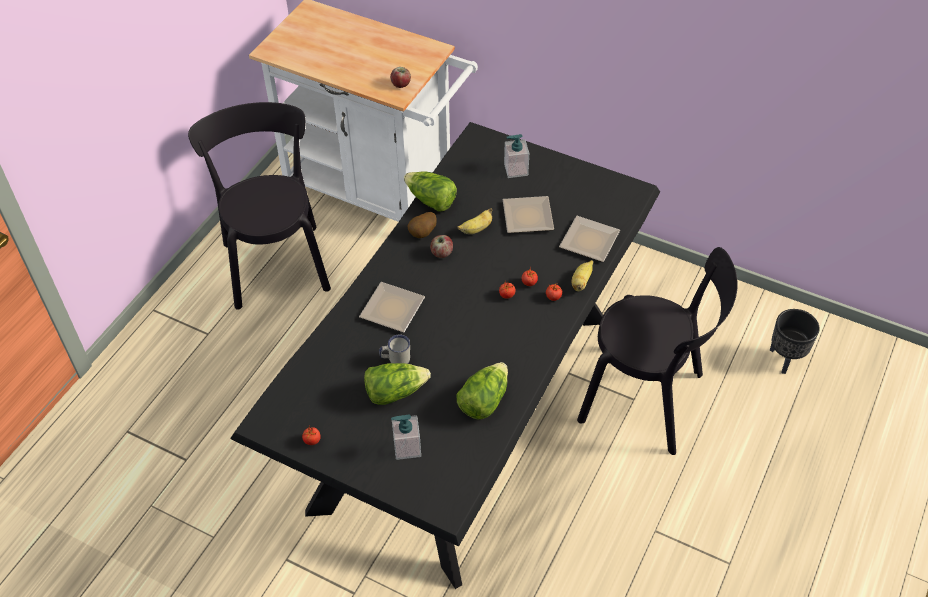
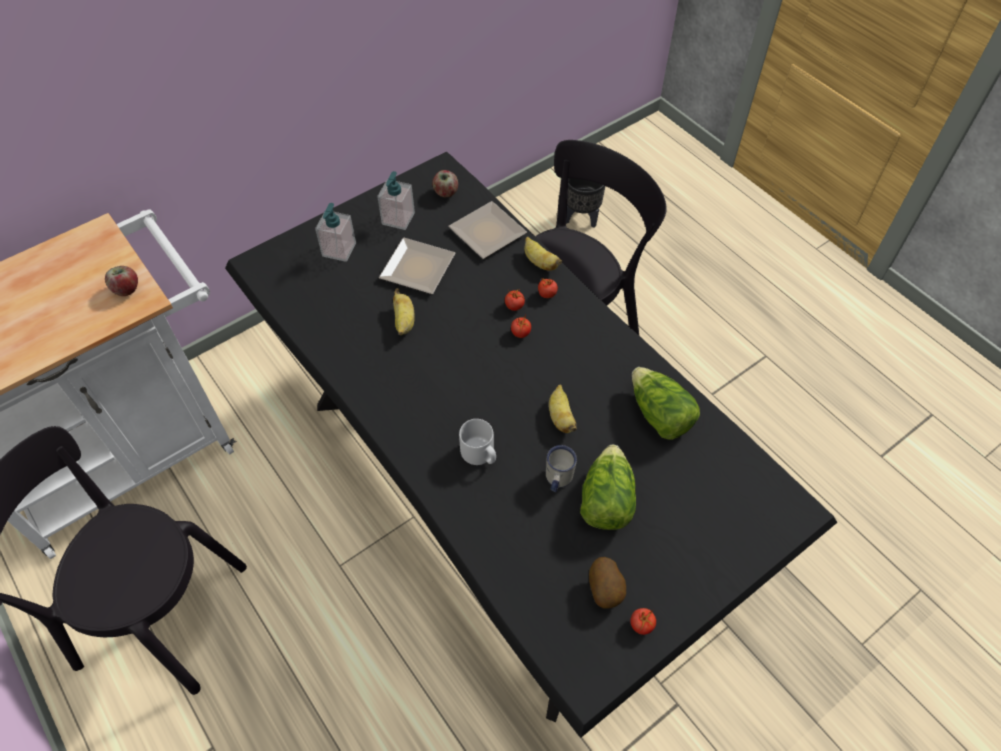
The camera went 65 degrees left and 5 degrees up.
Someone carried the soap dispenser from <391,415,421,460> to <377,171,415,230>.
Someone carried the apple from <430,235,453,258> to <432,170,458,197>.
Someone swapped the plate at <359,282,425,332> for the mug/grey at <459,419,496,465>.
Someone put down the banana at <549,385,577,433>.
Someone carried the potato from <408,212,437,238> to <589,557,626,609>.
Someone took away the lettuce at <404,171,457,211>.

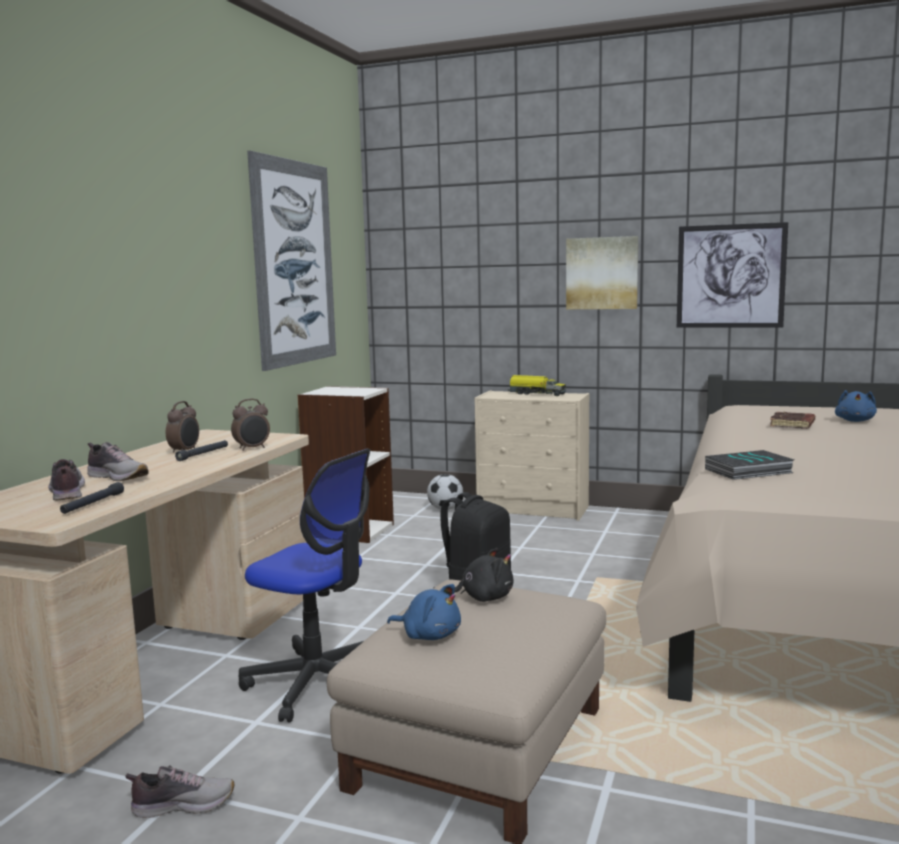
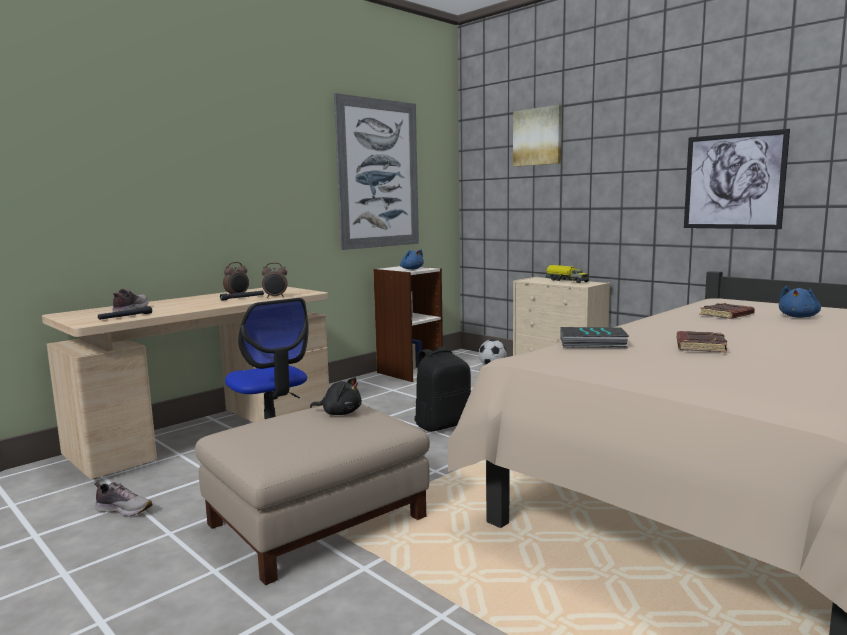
The camera went 25 degrees right and 0 degrees up.
Someone carried the plush toy/blue from <387,584,461,640> to <400,249,424,270>.
Someone carried the picture from <566,236,638,309> to <513,105,562,167>.
Someone put down the book/brown at <677,331,727,353>.
Someone took away the shoe at <87,442,149,481>.

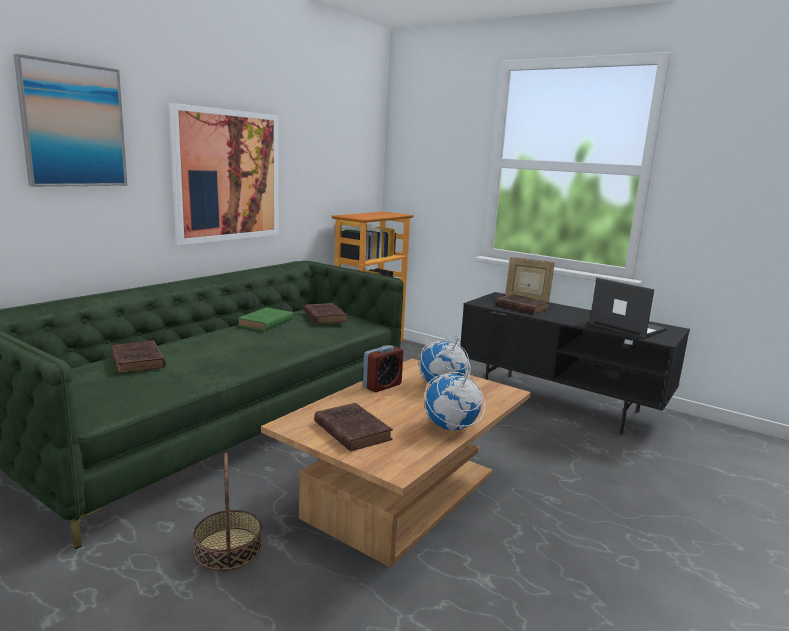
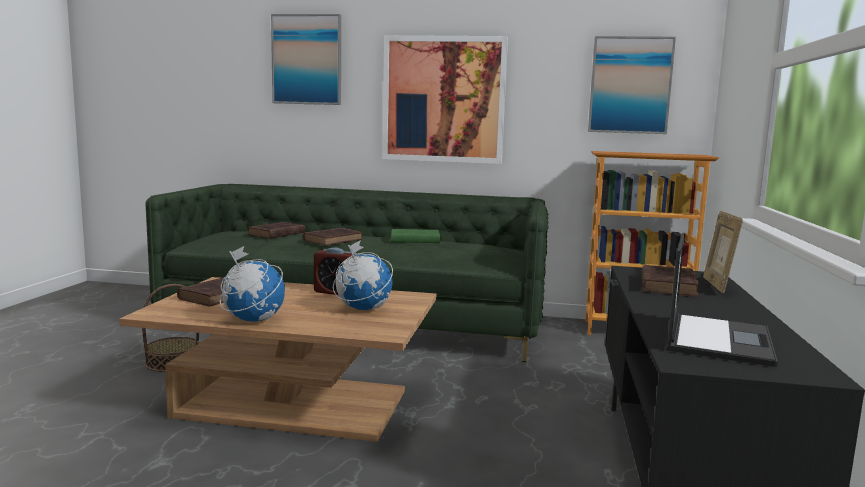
The camera went 65 degrees right and 5 degrees down.
Someone carried the book/brown from <304,303,348,324> to <303,228,363,246>.
Someone put up the picture at <588,36,676,134>.

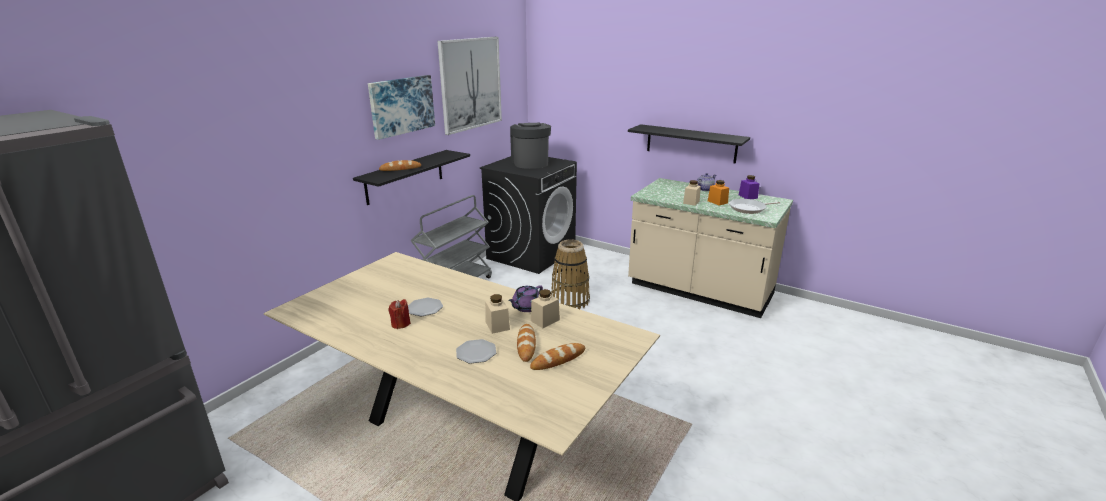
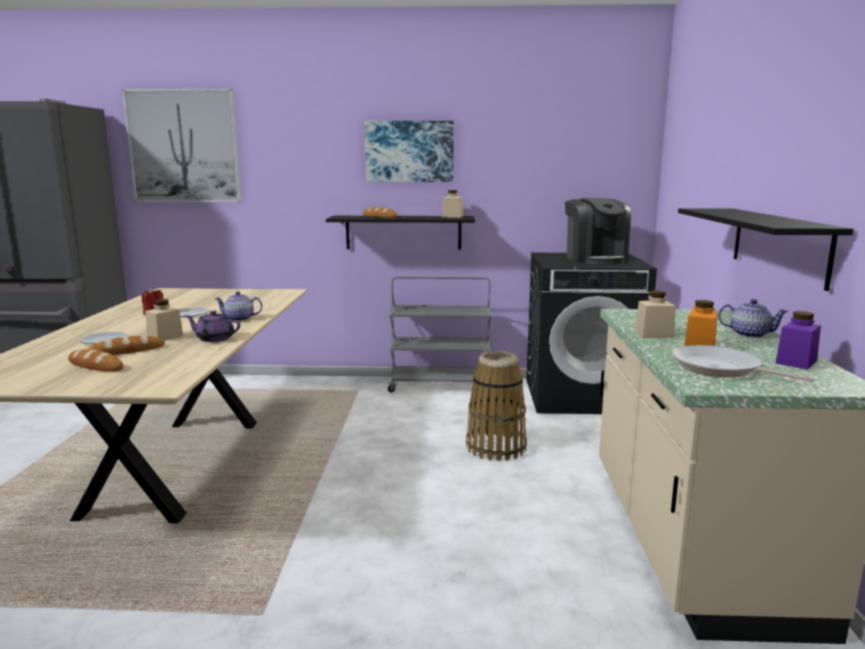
The camera went 60 degrees right and 10 degrees down.
Someone carried the picture from <437,37,502,135> to <122,89,241,202>.
Someone put down the teapot at <214,291,263,321>.
Someone carried the jar/beige from <531,289,560,328> to <442,190,463,218>.
Someone rotated the coffee machine at <510,123,551,169> by 120 degrees clockwise.

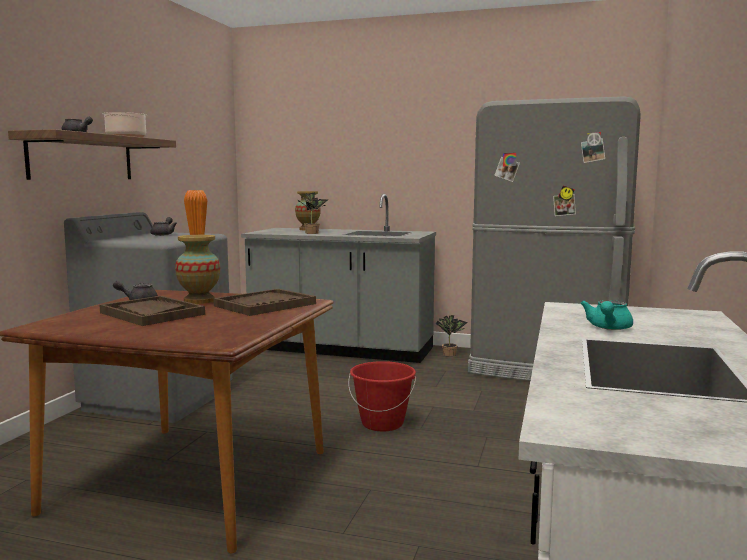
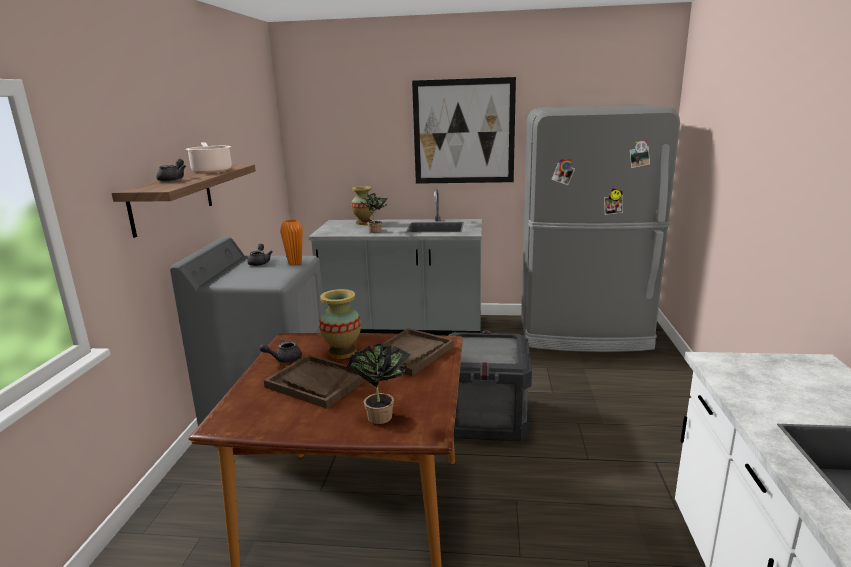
The camera went 10 degrees left and 10 degrees up.
Someone carried the potted plant from <436,315,468,357> to <346,343,411,424>.
Someone put up the picture at <412,77,516,184>.
Someone swapped the bucket/red at <348,361,416,431> for the crate at <448,330,532,442>.
Someone took away the teapot/turquoise at <581,300,633,330>.

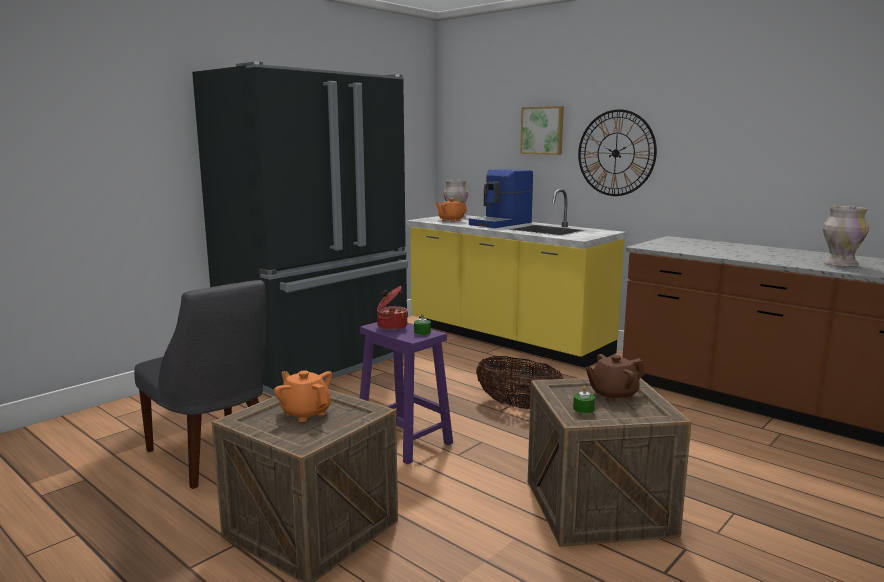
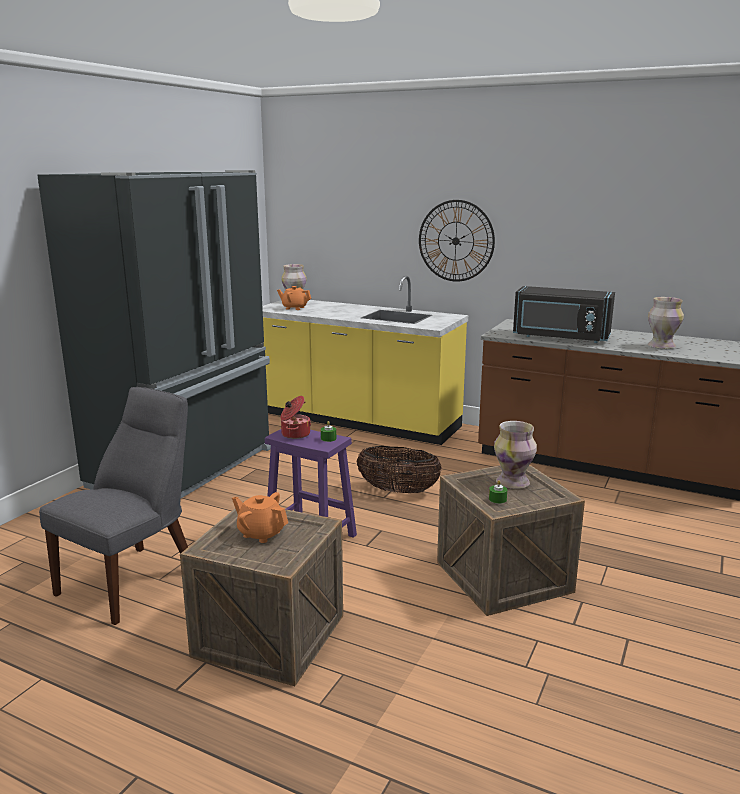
The camera went 15 degrees left and 5 degrees up.
Someone rotated the chair/grey at <134,280,266,489> by 90 degrees counterclockwise.
Someone swapped the teapot/brown at <585,354,645,402> for the vase at <494,421,537,489>.
Someone put down the microwave/black at <513,286,615,343>.
Someone took away the coffee machine at <469,169,533,228>.
Someone took away the picture at <520,106,564,155>.

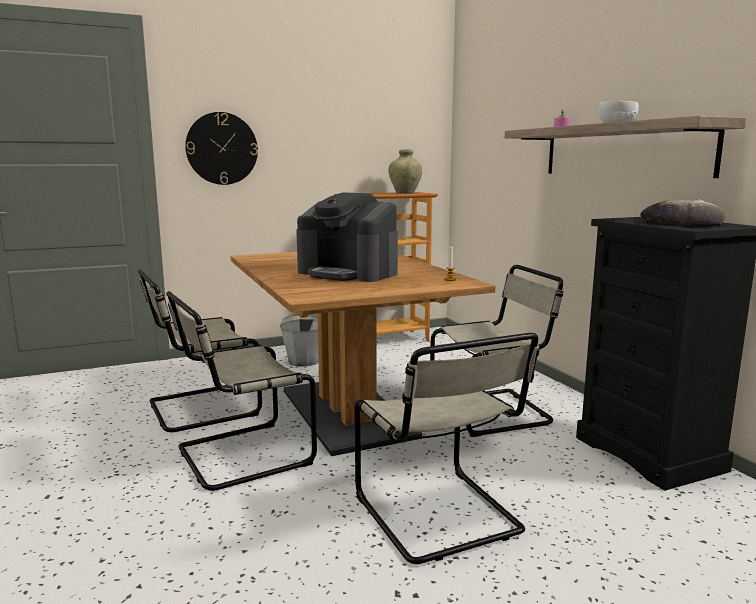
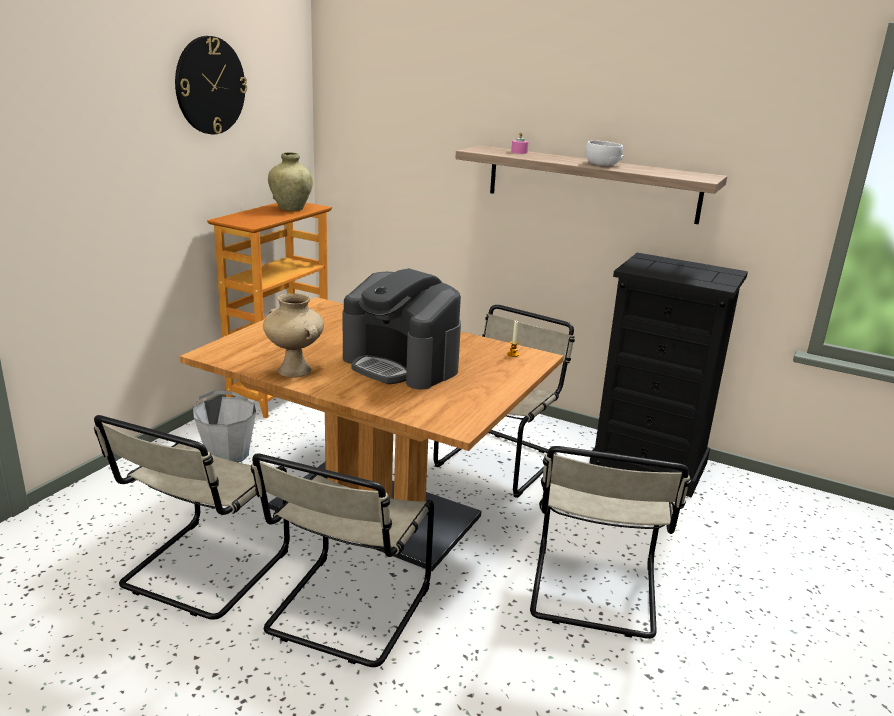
The camera went 40 degrees left and 10 degrees up.
Someone carried the wall clock from <185,112,258,185> to <175,36,247,134>.
Someone put down the vase/beige at <263,293,324,378>.
Someone rotated the coffee machine at <296,192,398,282> by 45 degrees clockwise.
Someone rotated the chair/beige at <355,333,540,564> by 75 degrees clockwise.
Someone took away the bread at <641,199,725,225>.

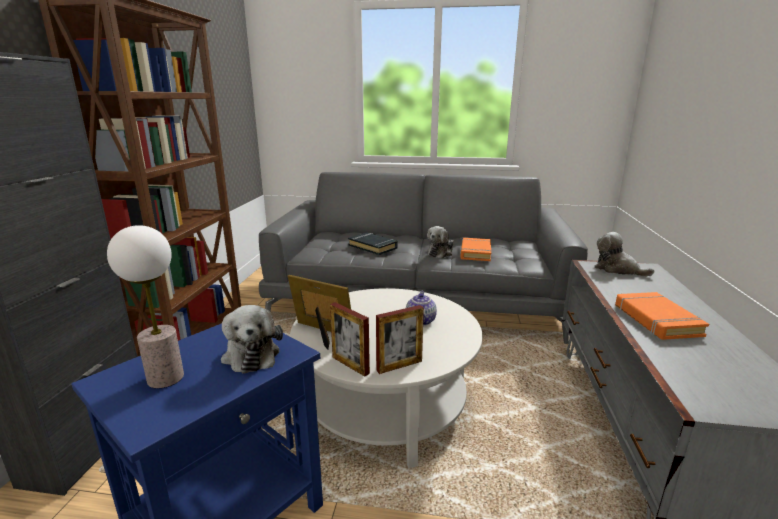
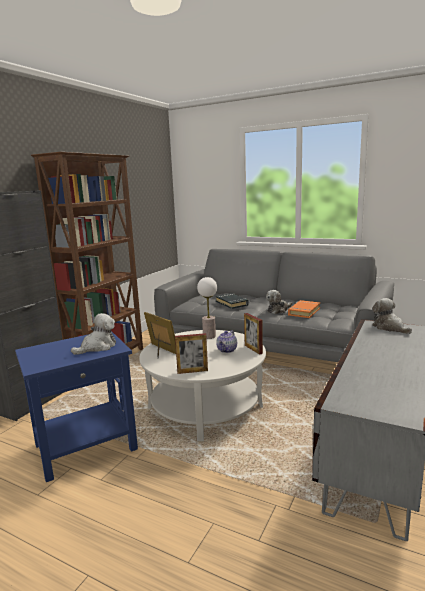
The camera went 20 degrees right and 5 degrees down.
Someone rotated the plush toy at <221,305,283,374> by 135 degrees counterclockwise.
Someone carried the table lamp from <107,225,184,388> to <197,277,217,339>.
Someone carried the picture frame from <330,302,370,377> to <244,313,263,355>.
Someone took away the book/orange at <615,292,709,340>.

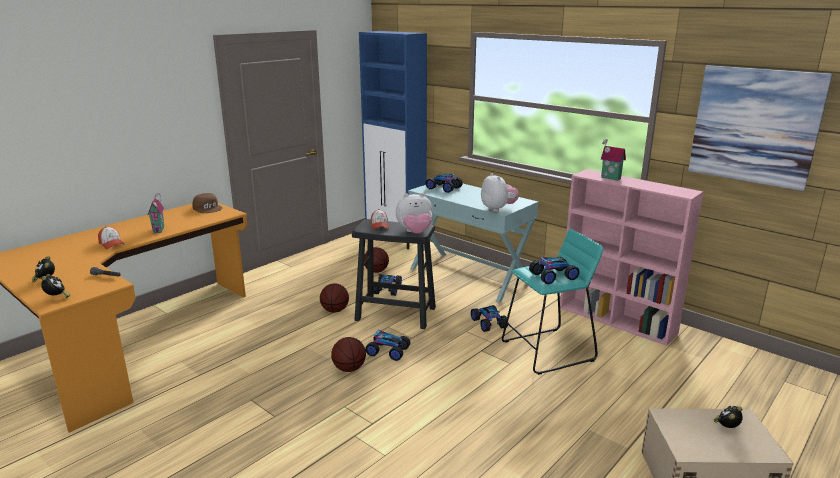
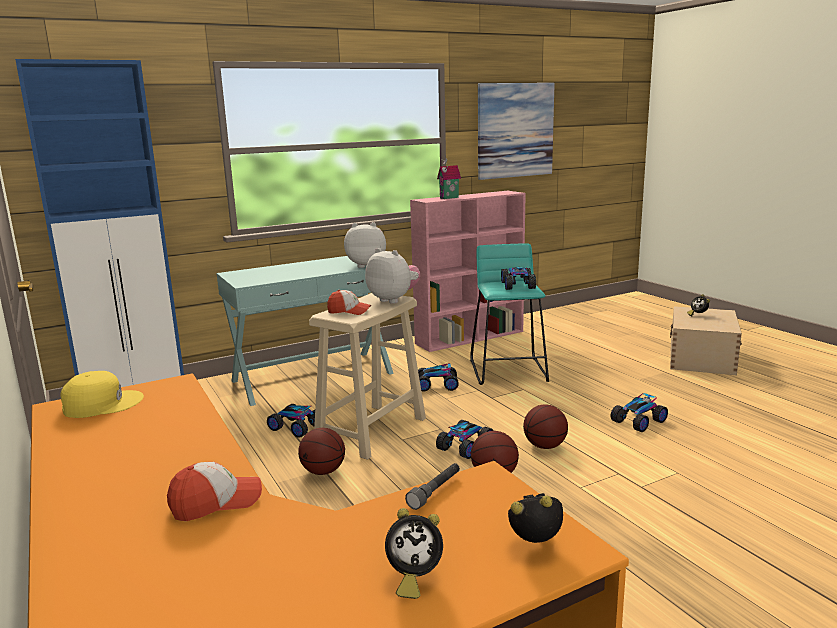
The camera went 70 degrees left and 5 degrees down.
Someone repainted the cap/brown at <193,193,222,213>, which became the cap/yellow at <60,371,144,418>.
Someone repainted the stool/black at <352,219,436,329>, which became the stool/beige at <309,293,426,460>.
Someone rotated the plush toy at <396,193,433,234> by 60 degrees counterclockwise.
Someone carried the basketball from <364,247,389,273> to <523,404,568,449>.
Someone carried the toy car from <426,174,463,193> to <611,393,668,432>.
Someone took away the toy house at <147,193,164,233>.

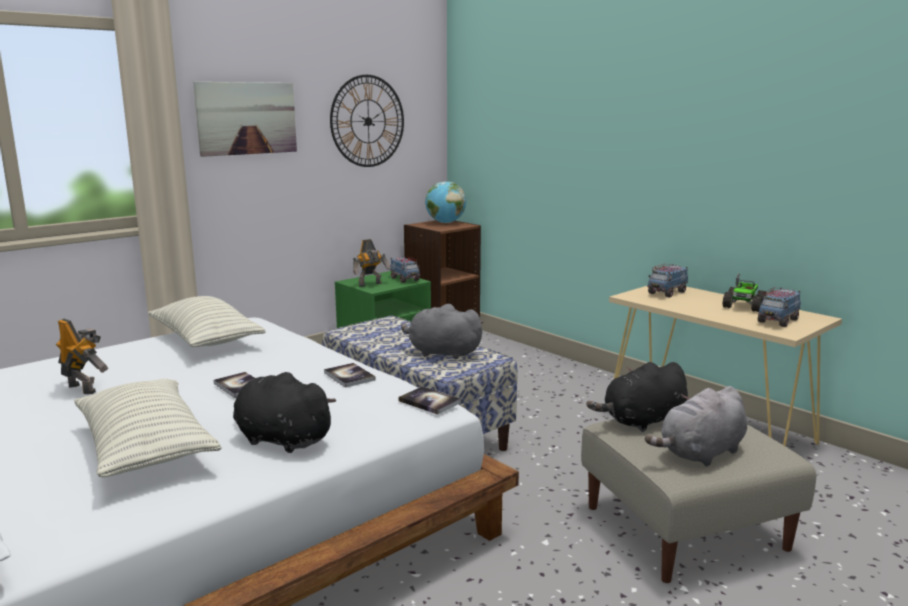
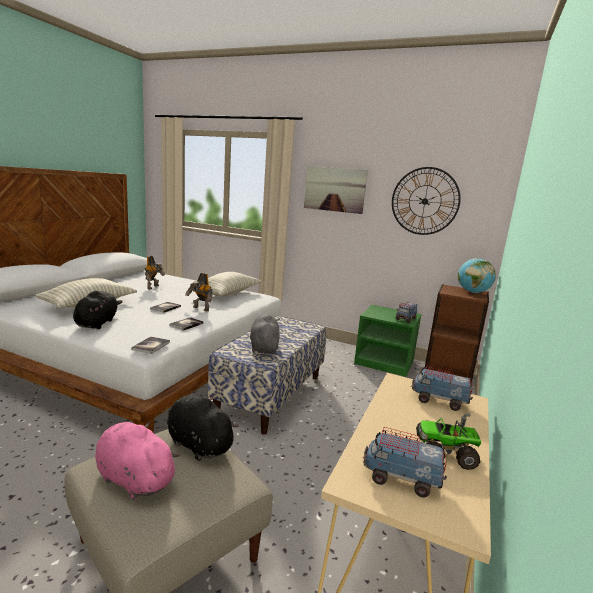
The camera went 65 degrees right and 0 degrees up.
Someone repainted the plush toy/grey at <645,386,747,467>, which became the plush toy/pink at <95,420,181,500>.
Someone carried the toy robot from <353,239,391,287> to <185,273,213,311>.

